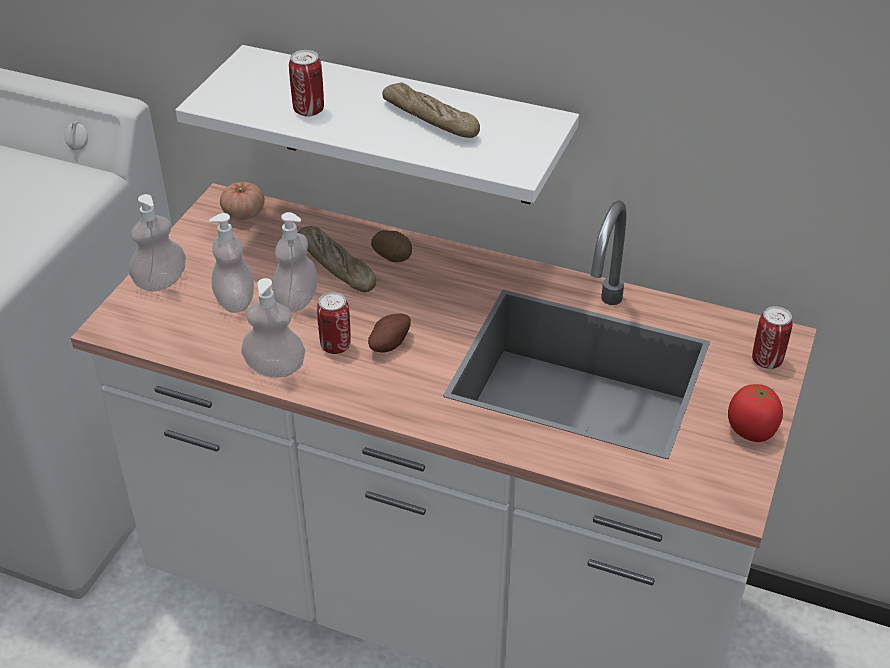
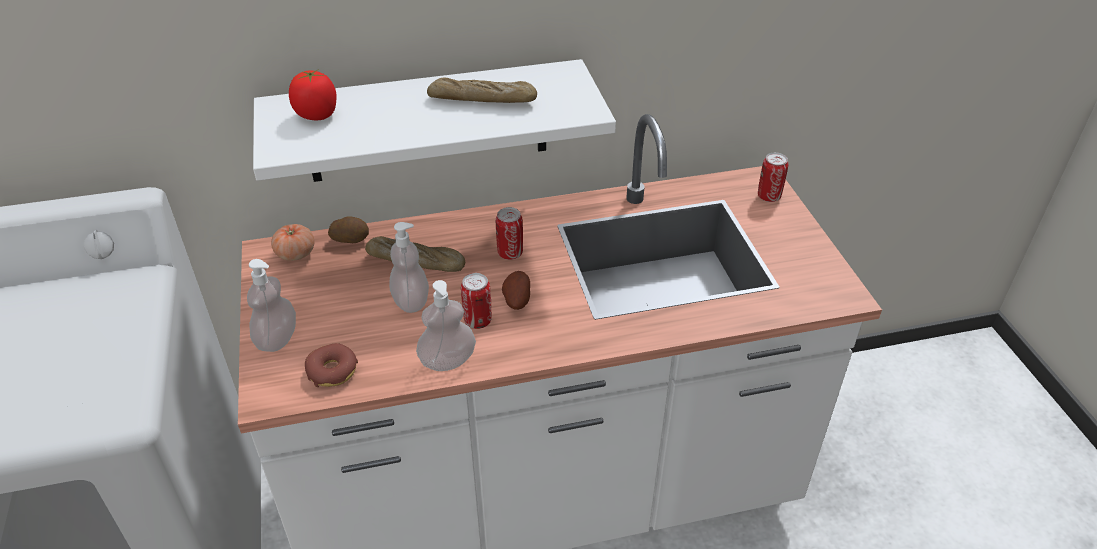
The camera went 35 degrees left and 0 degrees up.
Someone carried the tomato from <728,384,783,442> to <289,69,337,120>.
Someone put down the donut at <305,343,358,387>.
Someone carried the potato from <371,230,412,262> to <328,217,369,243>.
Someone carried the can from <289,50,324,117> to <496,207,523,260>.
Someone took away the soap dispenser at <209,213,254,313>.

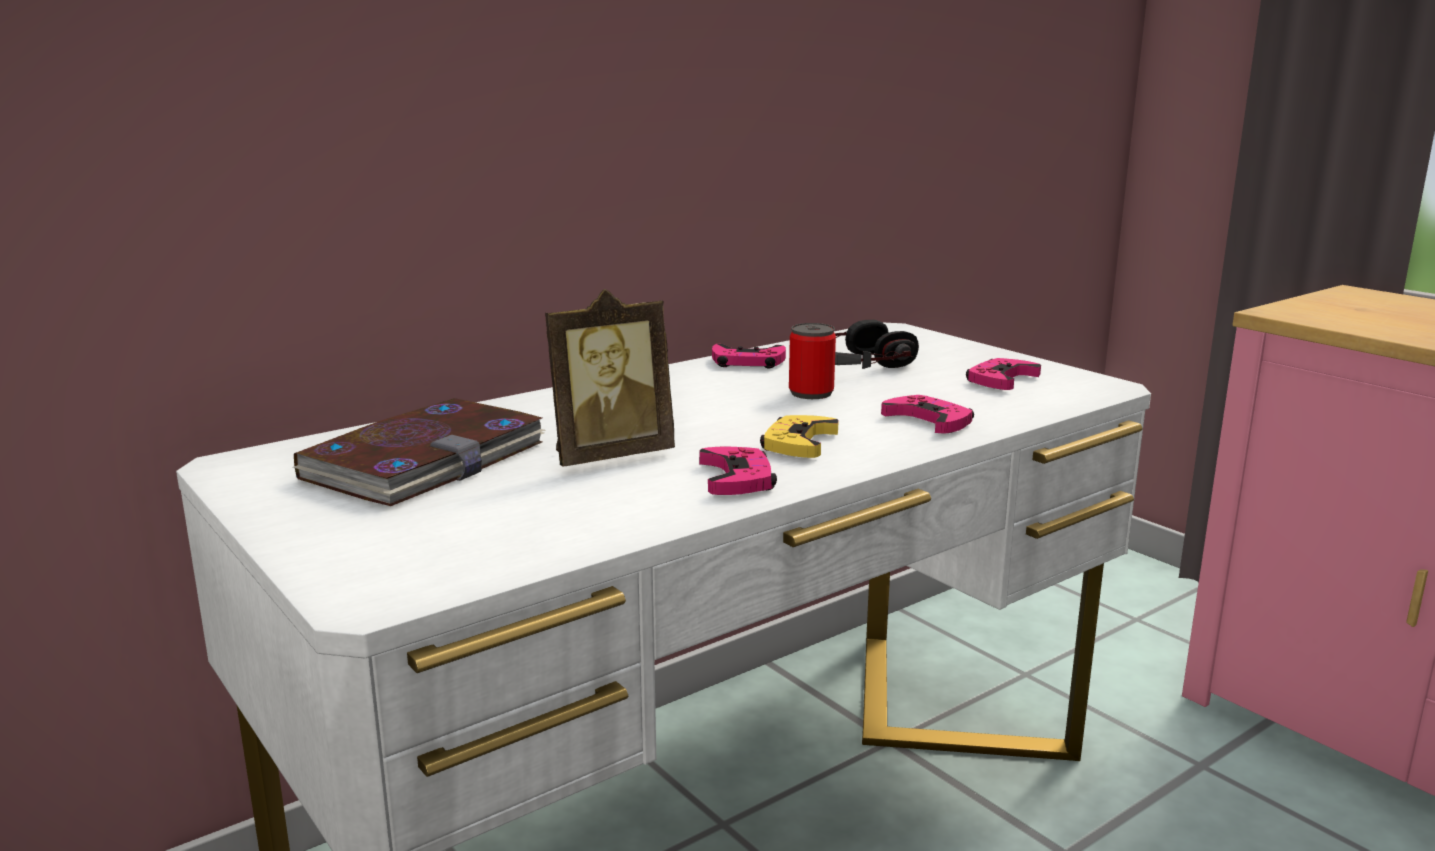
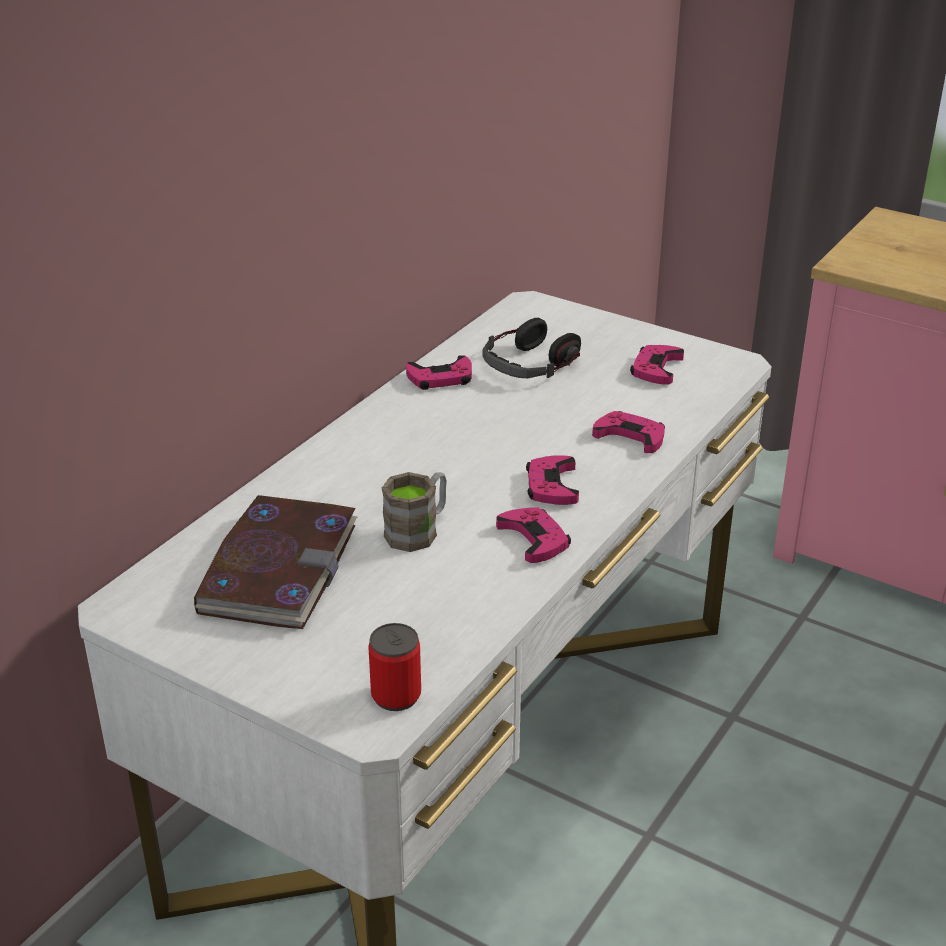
The camera went 20 degrees left and 15 degrees up.
Someone carried the can from <789,323,836,399> to <368,623,421,711>.
Someone swapped the picture frame at <545,289,675,466> for the mug/brown at <382,472,447,552>.
Someone repainted the game controller/yellow at <760,415,839,458>, which became the game controller/pink at <526,455,579,505>.

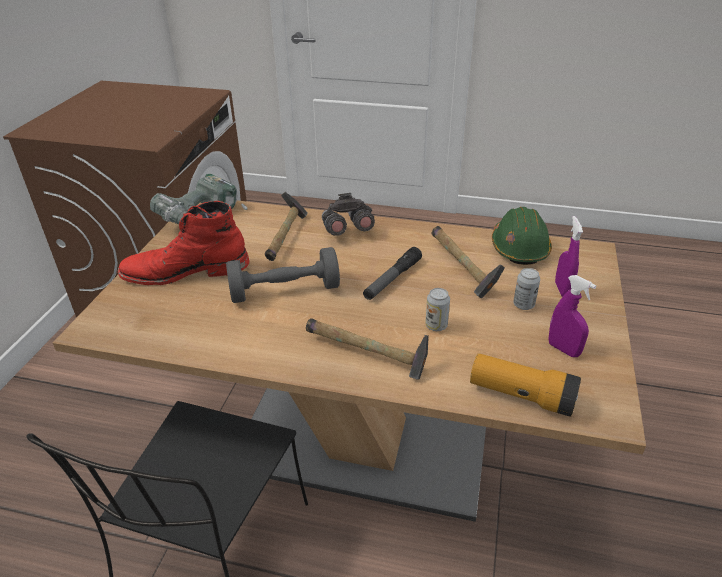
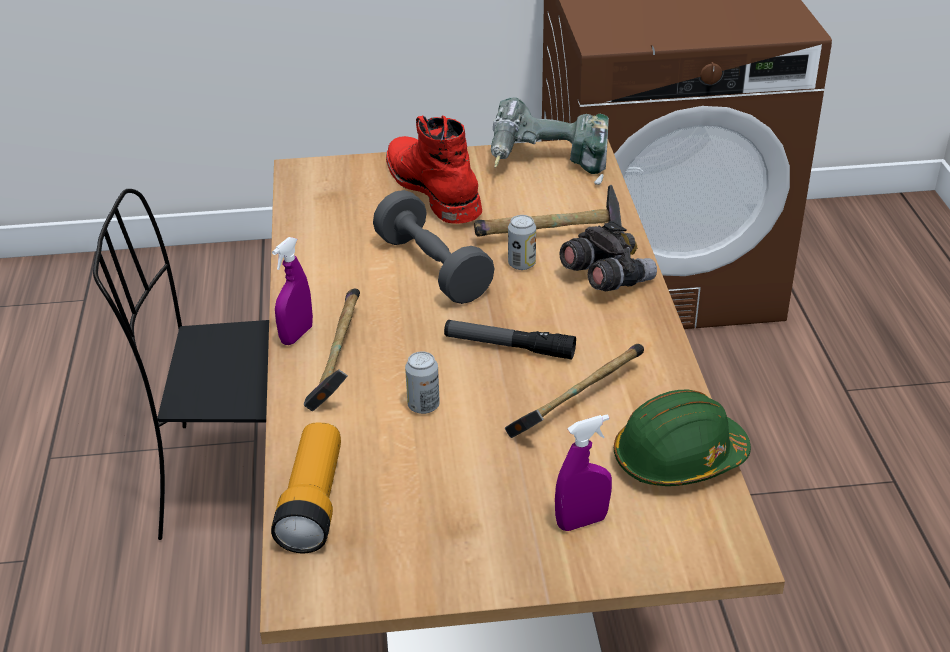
The camera went 70 degrees right and 0 degrees up.
Someone carried the spray bottle/purple from <548,275,596,357> to <272,237,313,345>.
Someone carried the can from <513,268,540,310> to <508,215,536,270>.

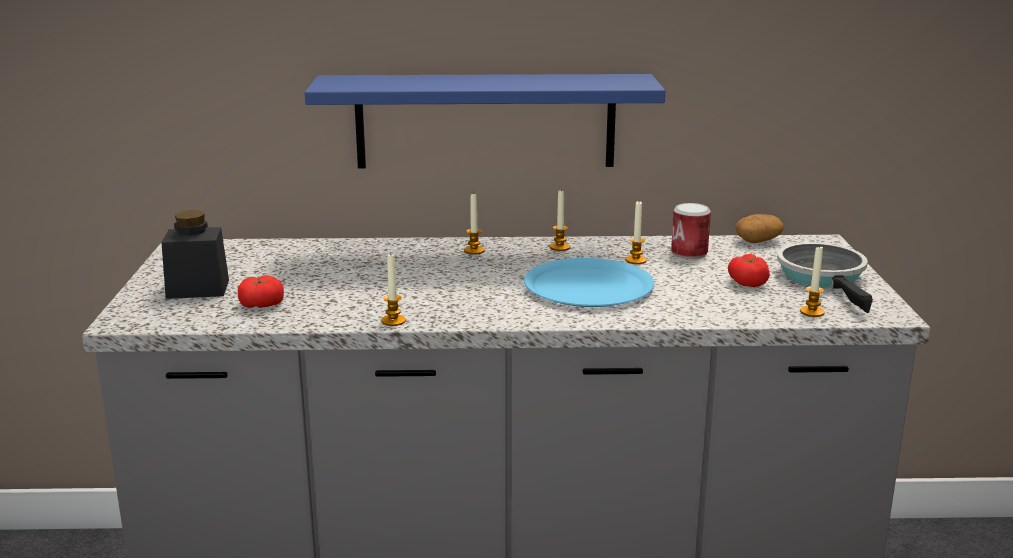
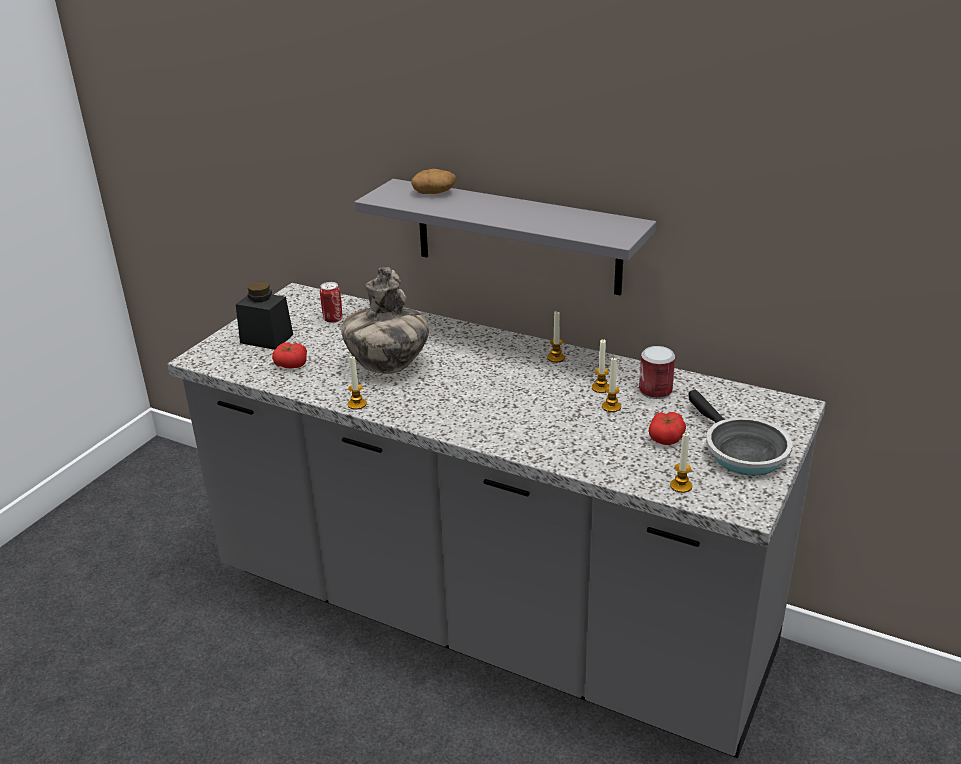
The camera went 30 degrees right and 10 degrees up.
Someone put down the can at <320,282,343,323>.
Someone put down the vase at <341,267,429,374>.
Someone repainted the shelf/blue at <305,74,666,169>, which became the shelf/grey at <355,179,656,296>.
Someone carried the potato from <736,214,784,243> to <411,169,456,194>.
Someone carried the candle from <464,192,485,255> to <602,358,621,412>.
Someone rotated the frying pan at <777,242,873,313> by 135 degrees clockwise.
Someone took away the plate/blue at <524,258,654,307>.

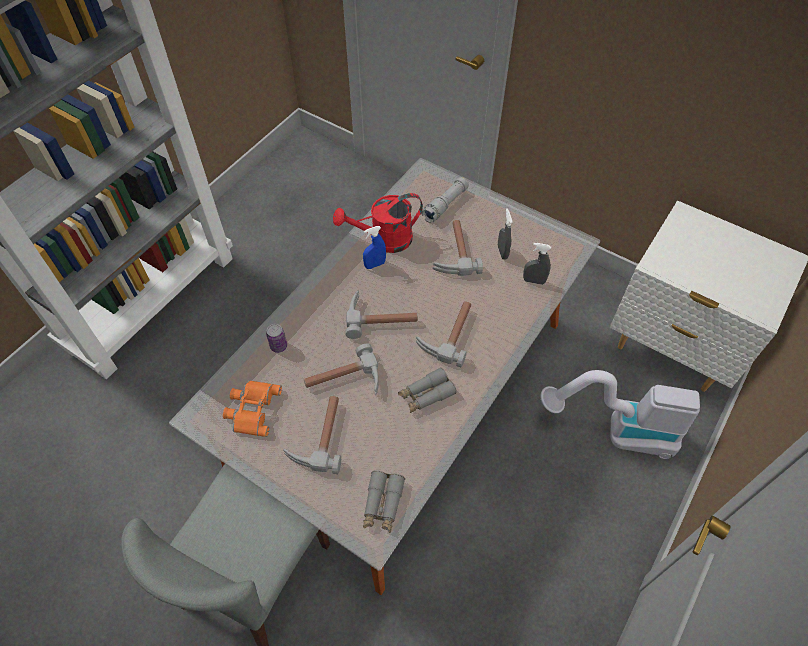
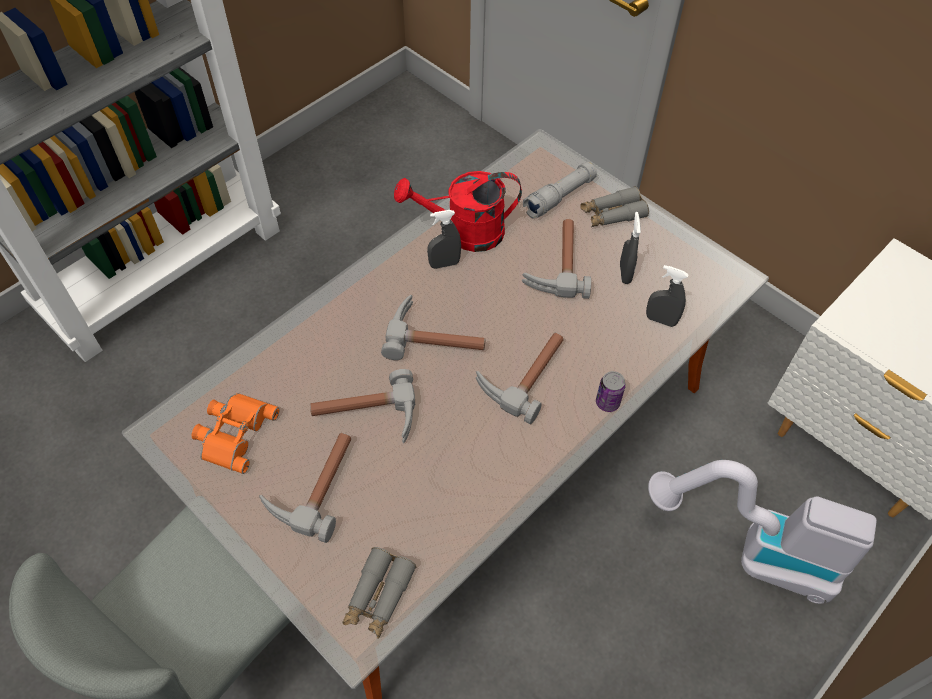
The camera went 10 degrees right and 0 degrees up.
Someone repainted the spray bottle/blue at <363,226,386,269>, which became the spray bottle/grey at <427,210,461,269>.
Someone carried the binoculars/grey from <398,367,457,413> to <580,186,649,227>.
Someone carried the can from <266,324,287,353> to <596,371,626,412>.

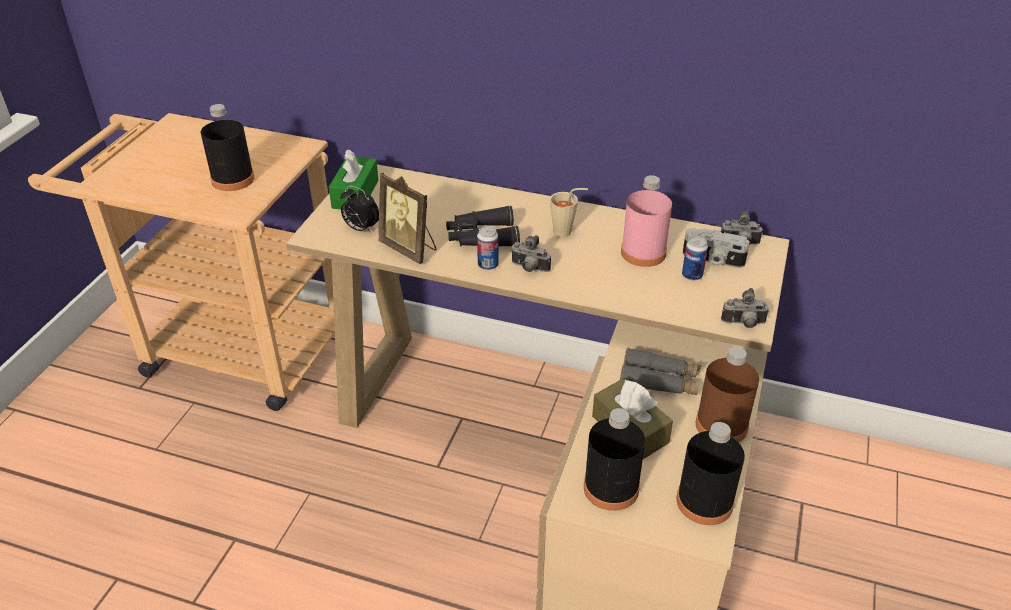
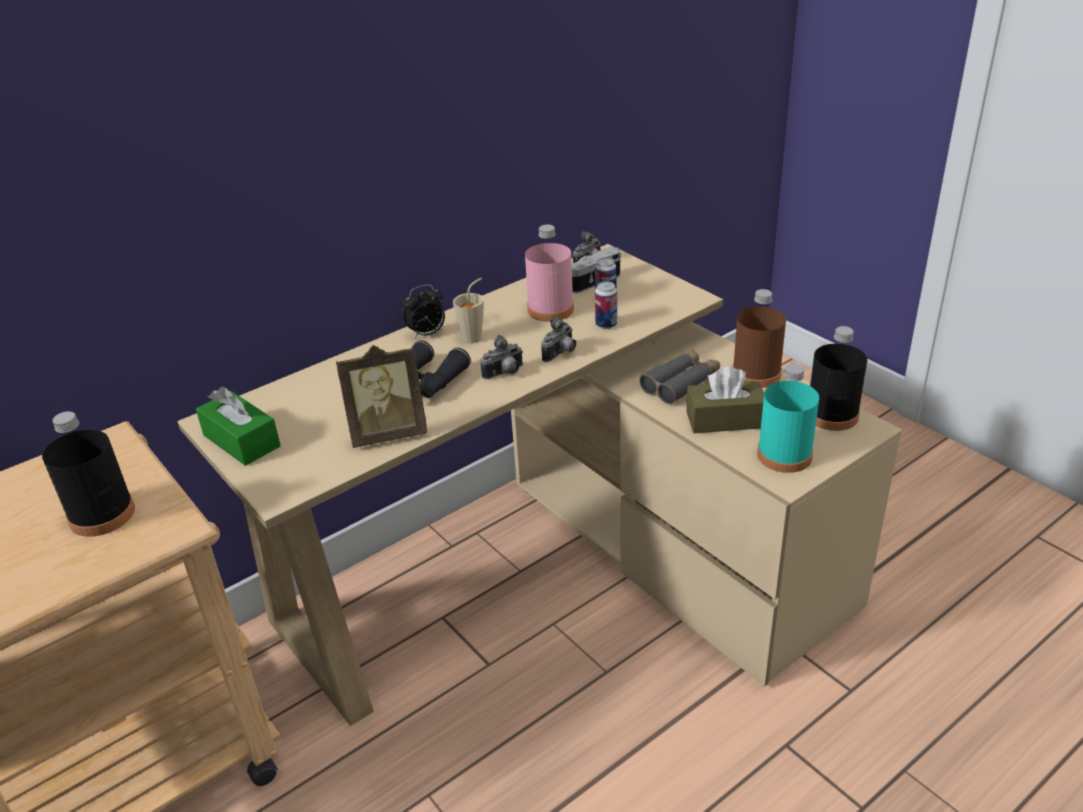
The camera went 55 degrees left and 5 degrees down.
Someone carried the alarm clock from <340,185,379,233> to <402,285,445,338>.
Someone carried the photo camera from <721,288,769,328> to <541,317,576,362>.
Someone carried the can from <477,226,498,270> to <595,282,617,329>.
Someone repainted the bottle/black at <584,408,645,511>, which became the bottle/turquoise at <757,364,819,473>.

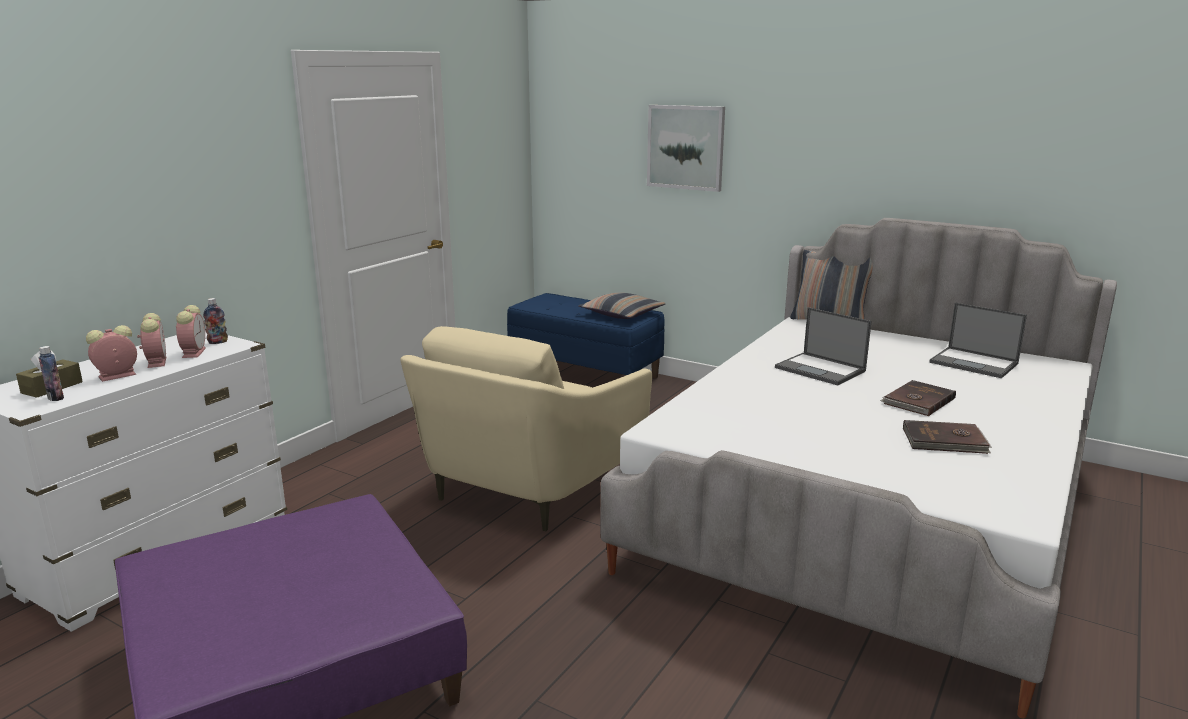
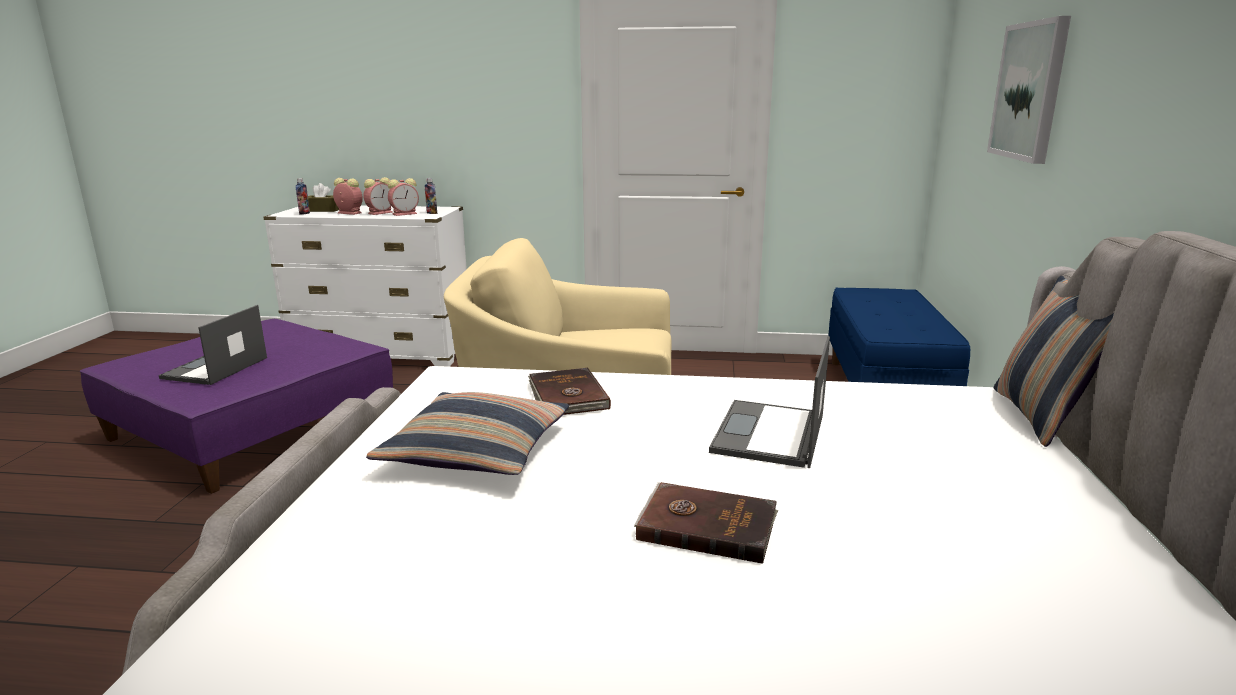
The camera went 65 degrees right and 0 degrees up.
Someone carried the laptop from <929,303,1027,378> to <159,305,267,385>.
Someone carried the pillow from <578,293,666,319> to <366,392,569,475>.
Someone carried the book/brown from <903,420,992,454> to <528,367,611,415>.

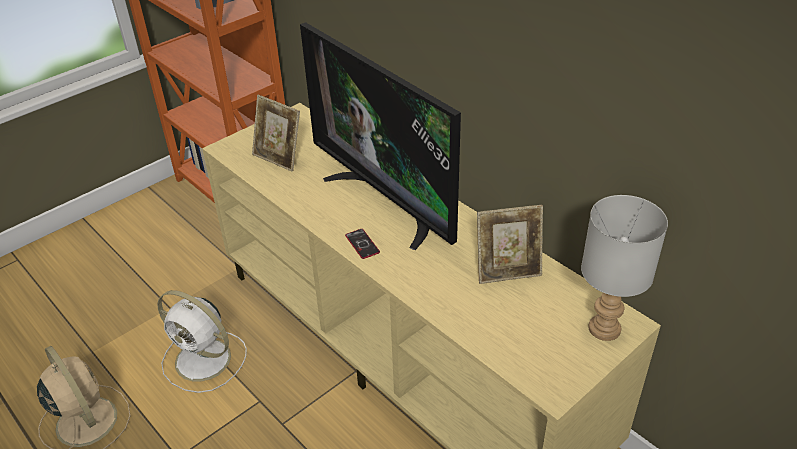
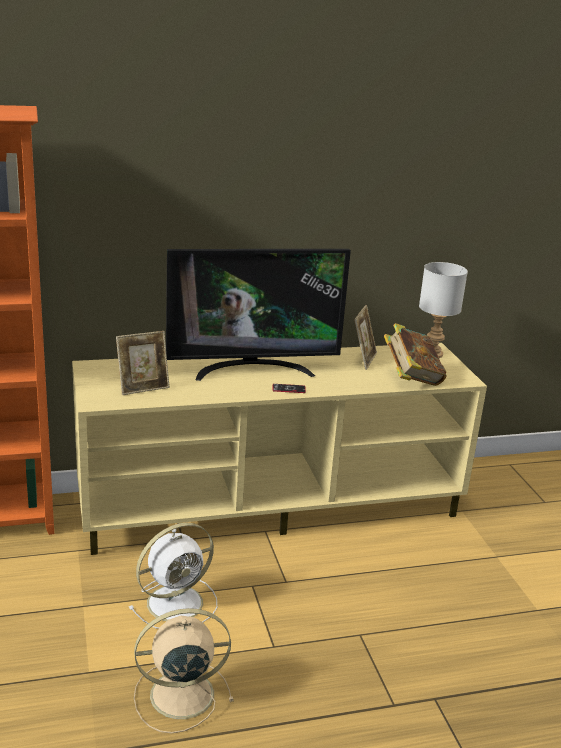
The camera went 65 degrees left and 15 degrees down.
Someone put down the book at <384,323,447,386>.

